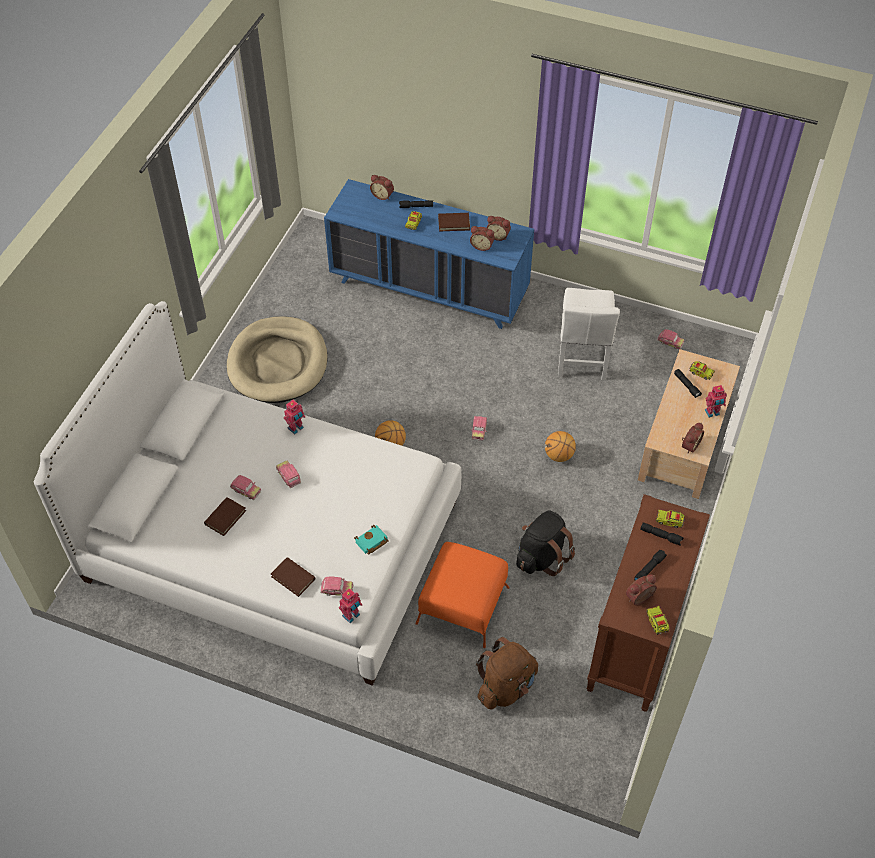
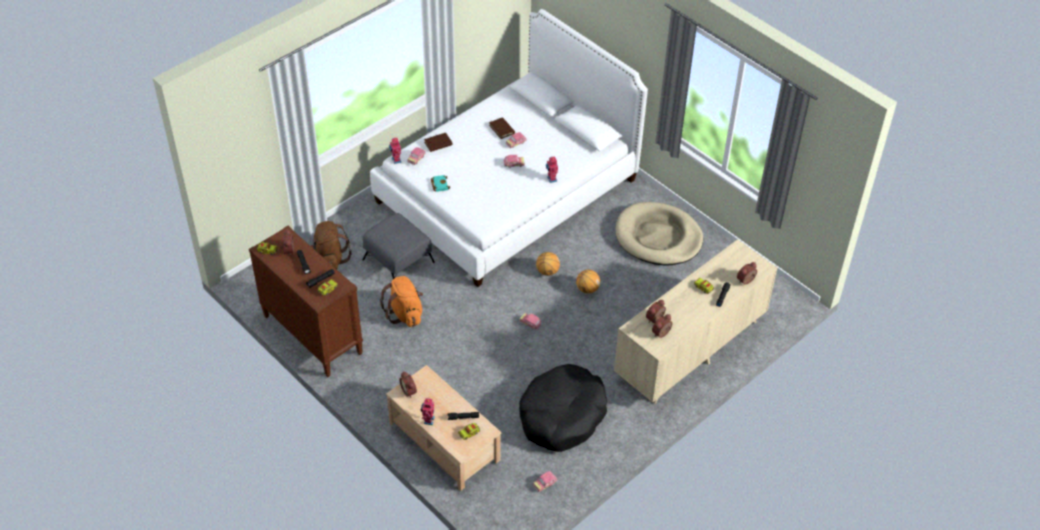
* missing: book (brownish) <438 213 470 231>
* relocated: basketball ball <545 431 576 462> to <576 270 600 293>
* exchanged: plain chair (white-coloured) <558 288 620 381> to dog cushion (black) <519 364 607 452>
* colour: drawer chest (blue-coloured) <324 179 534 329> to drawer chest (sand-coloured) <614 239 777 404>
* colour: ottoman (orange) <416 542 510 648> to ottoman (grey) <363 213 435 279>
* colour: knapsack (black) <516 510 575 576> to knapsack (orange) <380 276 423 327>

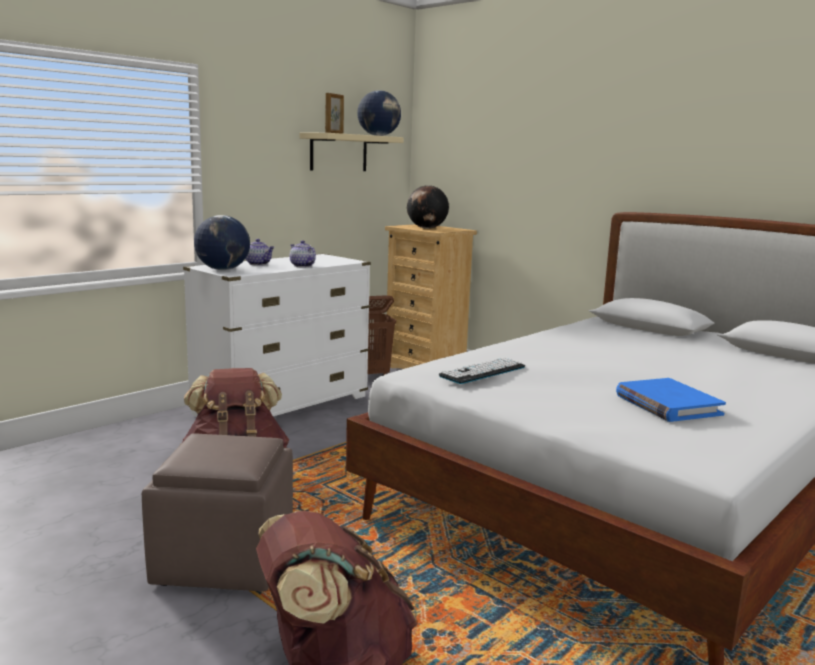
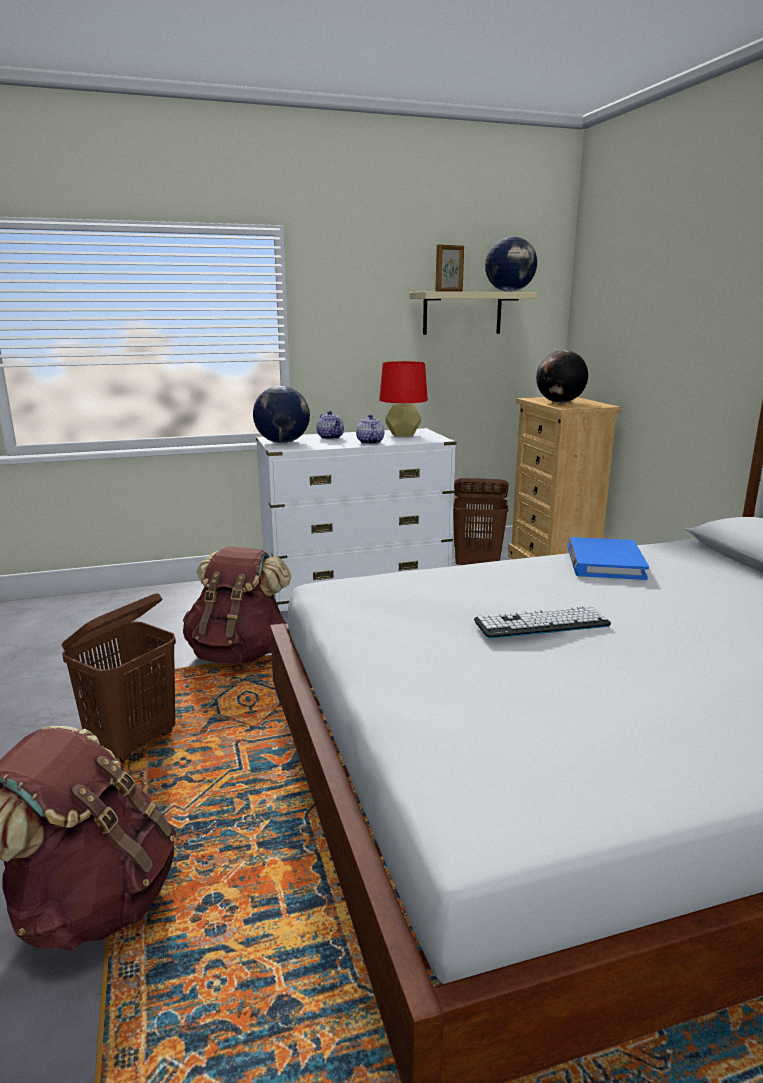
* appeared: table lamp (red-coloured) <379 361 428 437>
* relocated: keyboard <439 358 525 384> to <474 606 611 639>
* relocated: book (blue-coloured) <616 378 726 422> to <567 537 649 580>
* exchanged: ottoman (brownish) <142 433 293 592> to washing basket (brownish) <61 593 176 762>

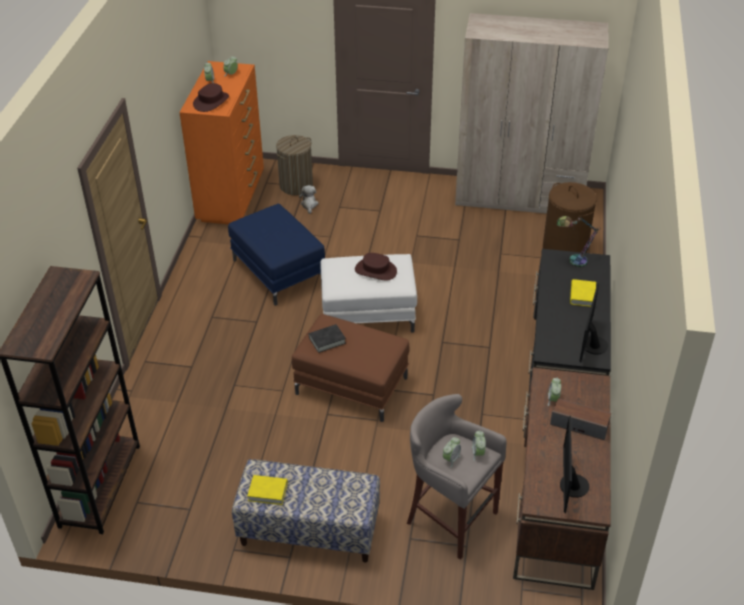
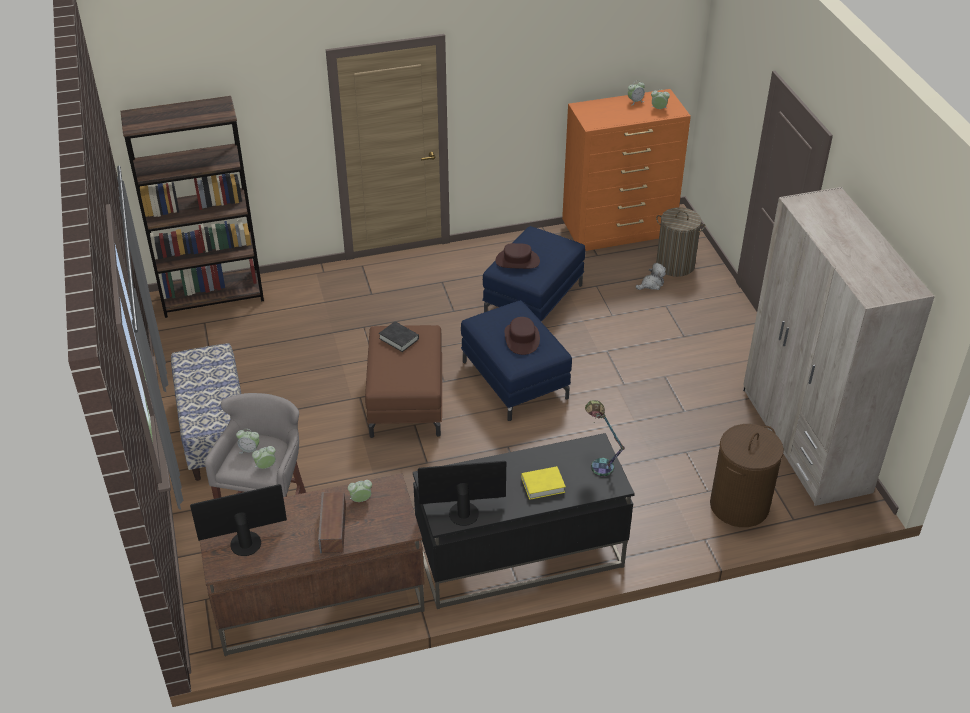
* missing: book (yellow) <247 475 288 505>
* relocated: wearable hat (brownish) <193 83 229 112> to <495 243 540 269>
* colour: ottoman (white-coloured) <320 254 417 333> to ottoman (blue-coloured) <461 300 572 421>

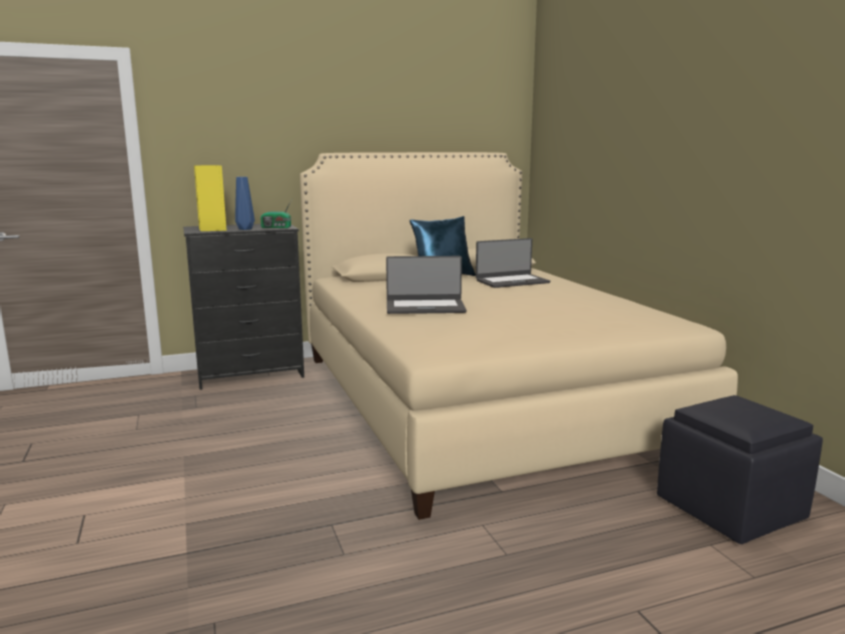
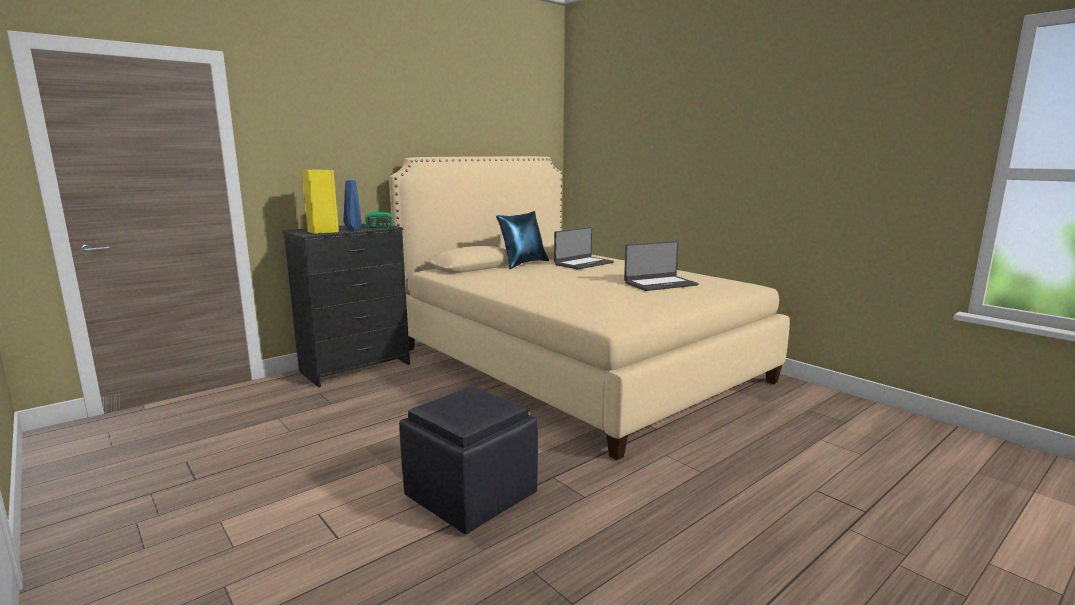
* relocated: portable computer <386 256 466 314> to <624 241 699 291>
* relocated: ottoman (black) <657 395 823 544> to <399 386 538 534>

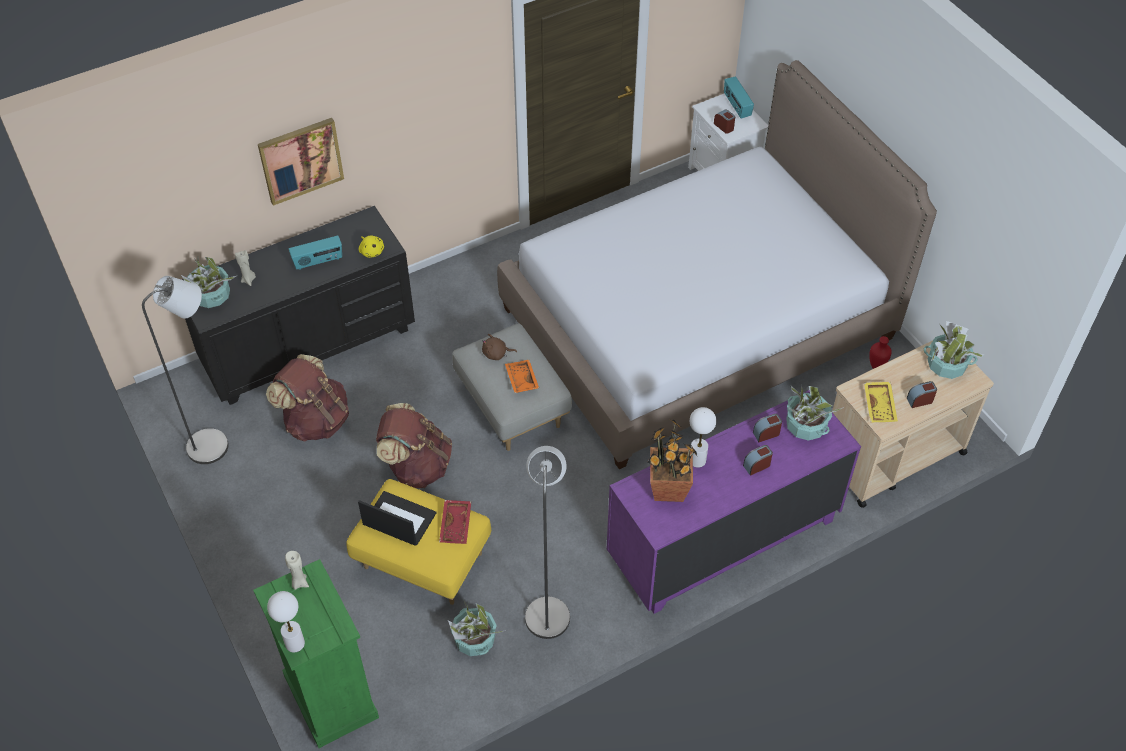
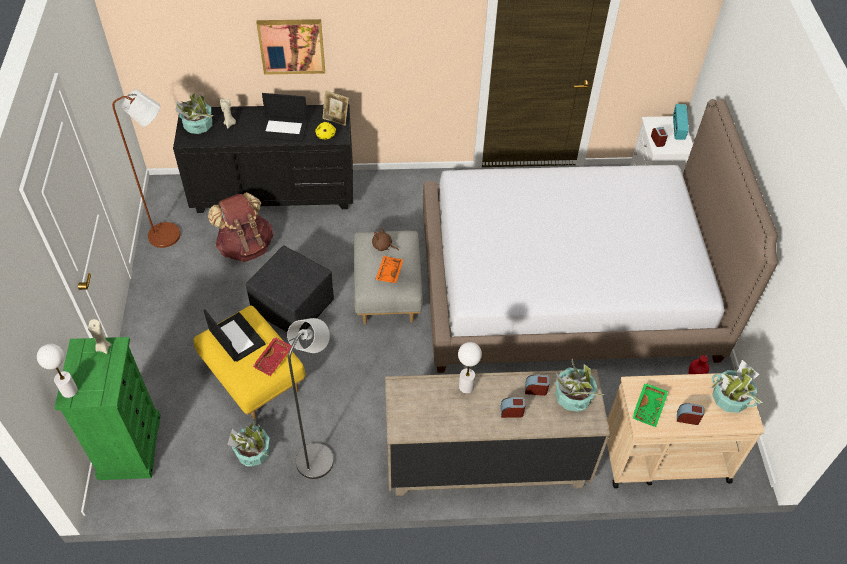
* missing: houseplant <648 420 698 502>
* appeared: photo frame <322 90 349 126>
* exchanged: radio <289 236 342 270> to portable computer <259 93 308 142>
* exchanged: knapsack (brownish) <376 403 452 488> to ottoman (black) <246 246 334 332>
* colour: standard lamp (grey) <142 276 229 464> to standard lamp (brownish) <112 89 180 248>
* colour: drawer chest (purple) <607 390 861 614> to drawer chest (sand-coloured) <385 369 610 496>
* colour: carrying tray (yellow) <864 382 898 422> to carrying tray (greenish) <632 383 668 427>

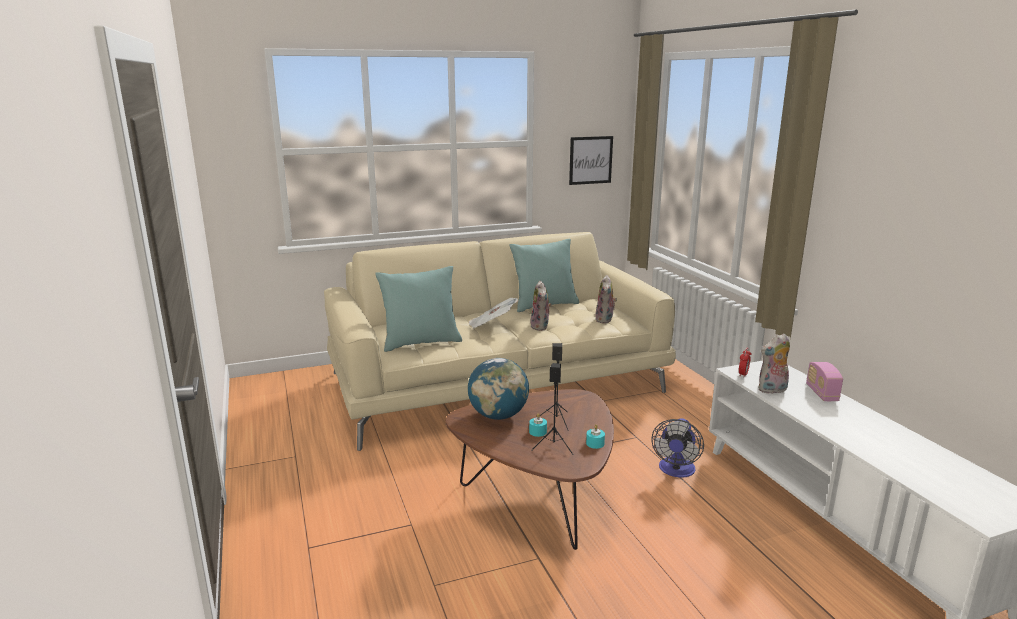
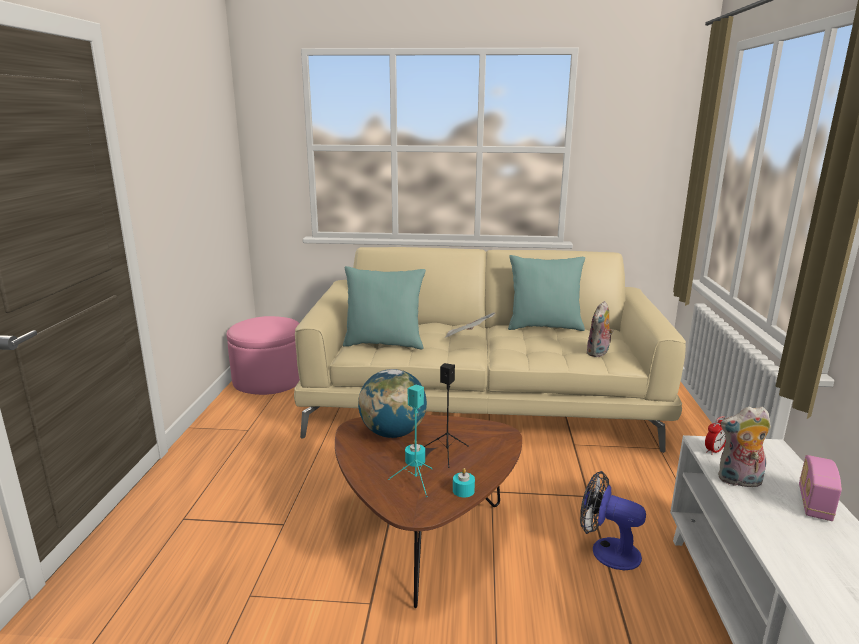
* missing: soft toy <531 281 552 331>
* missing: wall picture <569 136 613 185>
* appeared: ottoman (pinkish) <227 316 300 395>
* colour: loudspeaker (black) <531 363 574 455> to loudspeaker (turquoise) <388 385 433 497>
* spun: cooling fan <651 419 704 478> = <580 471 646 570> 75 degrees clockwise

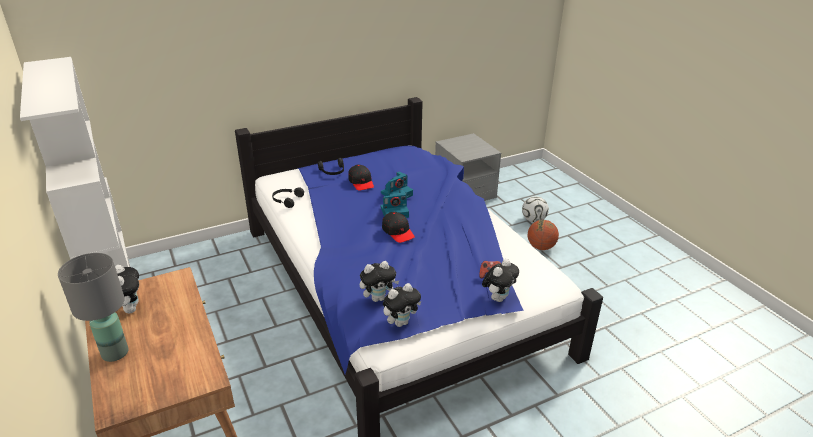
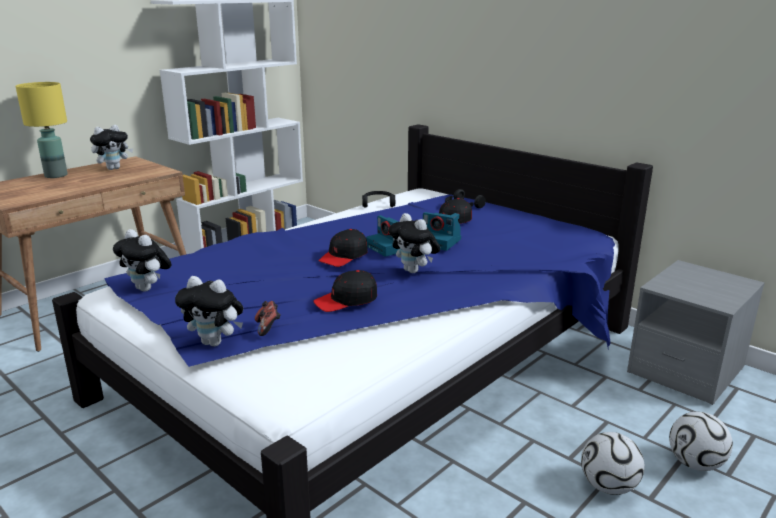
* appeared: peaked cap (black) <314 270 377 312>
* relocated: soft toy <360 261 399 302> to <388 213 440 273>
* exchanged: basketball ball <528 220 559 250> to ball for football <581 432 644 495>
* colour: table lamp (grey) <58 253 128 362> to table lamp (yellow) <16 82 68 178>

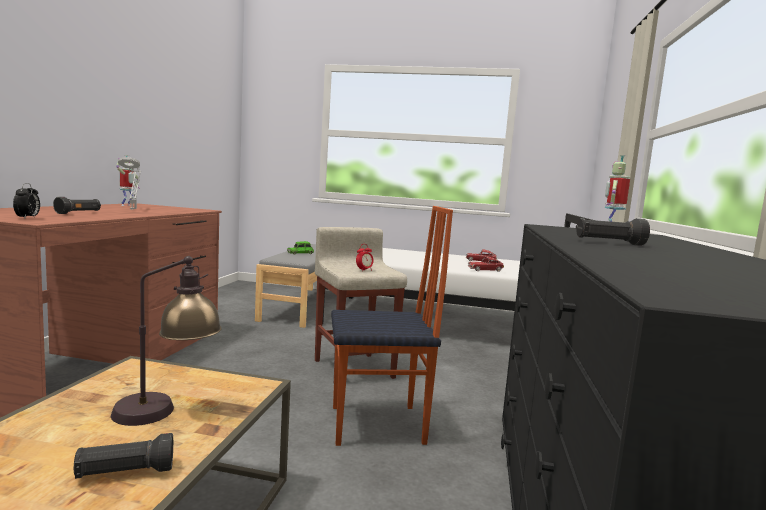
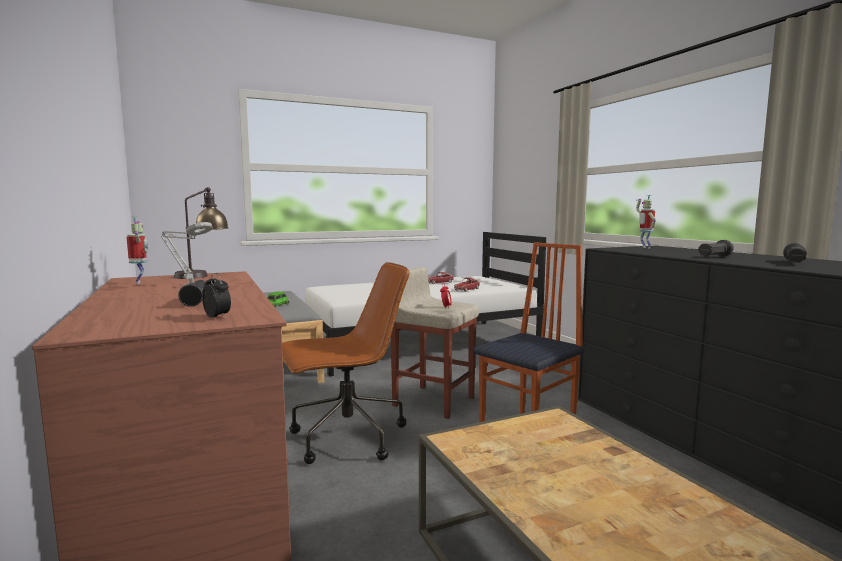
* appeared: computer chair (brownish) <282 262 410 464>
* relocated: flashlight (black) <74 433 173 479> to <783 243 807 262>
* relocated: table lamp <111 256 222 426> to <174 187 229 279>

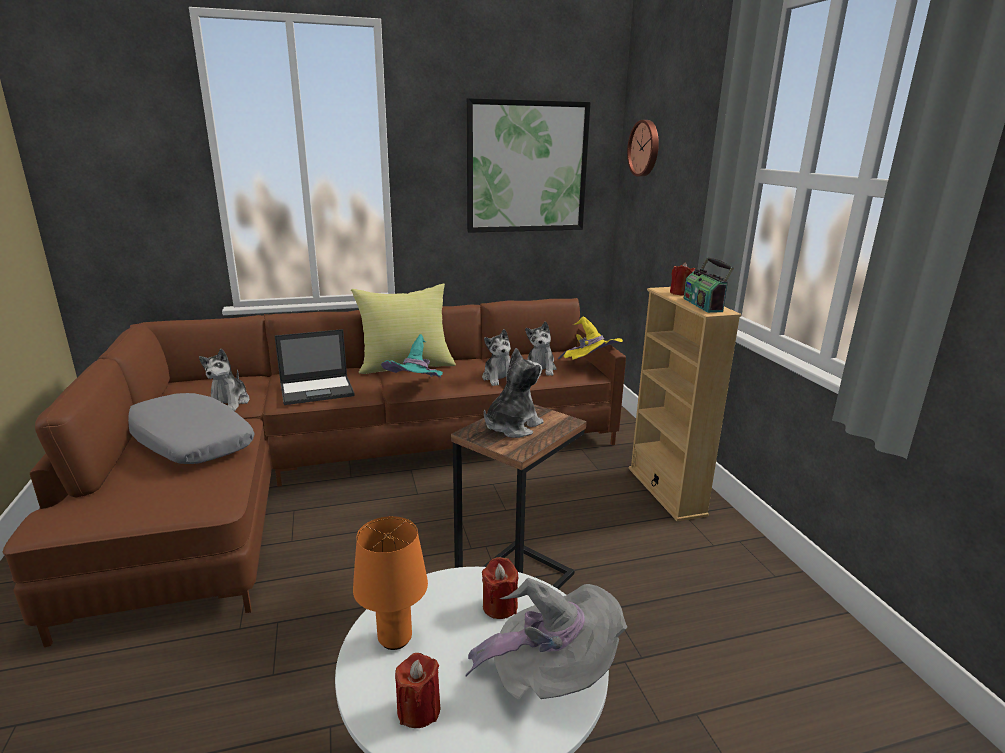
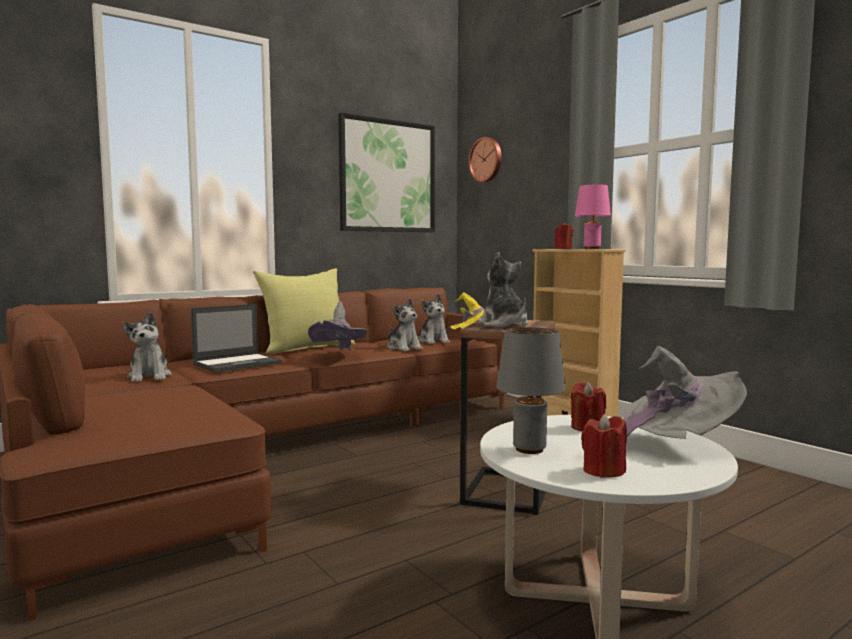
* missing: cushion (grey) <128 393 254 464>
* exchanged: radio <684 257 734 313> to table lamp (pinkish) <575 184 611 249>
* colour: table lamp (orange) <353 516 428 650> to table lamp (grey) <497 328 565 454>
* colour: wearable hat (turquoise) <381 334 443 378> to wearable hat (grey) <308 301 367 351>
* spun: soft toy <484 348 544 438> = <478 252 528 327> 45 degrees counterclockwise

